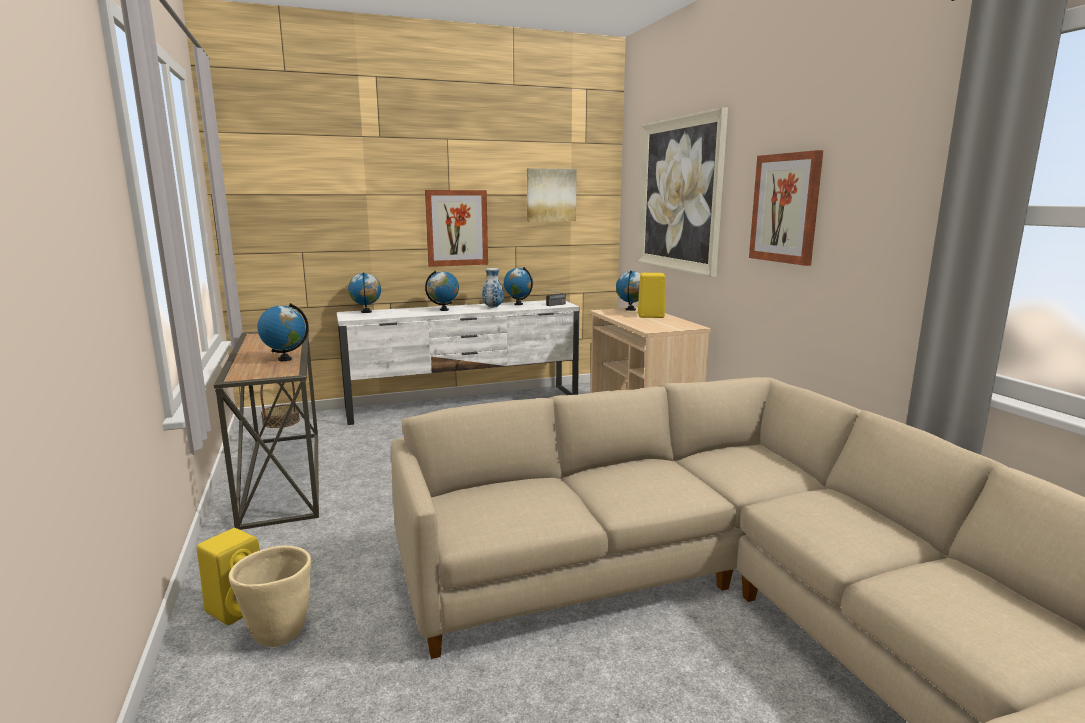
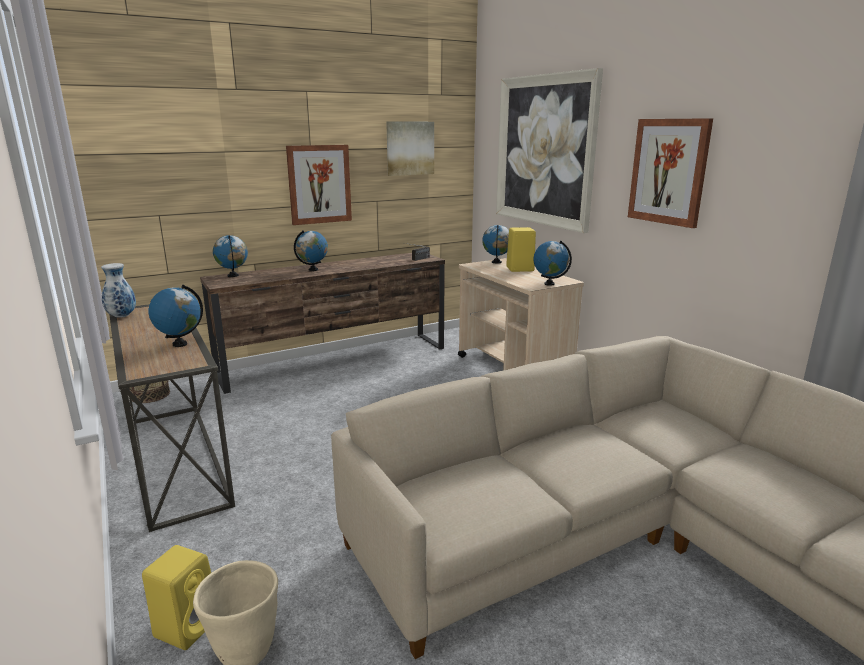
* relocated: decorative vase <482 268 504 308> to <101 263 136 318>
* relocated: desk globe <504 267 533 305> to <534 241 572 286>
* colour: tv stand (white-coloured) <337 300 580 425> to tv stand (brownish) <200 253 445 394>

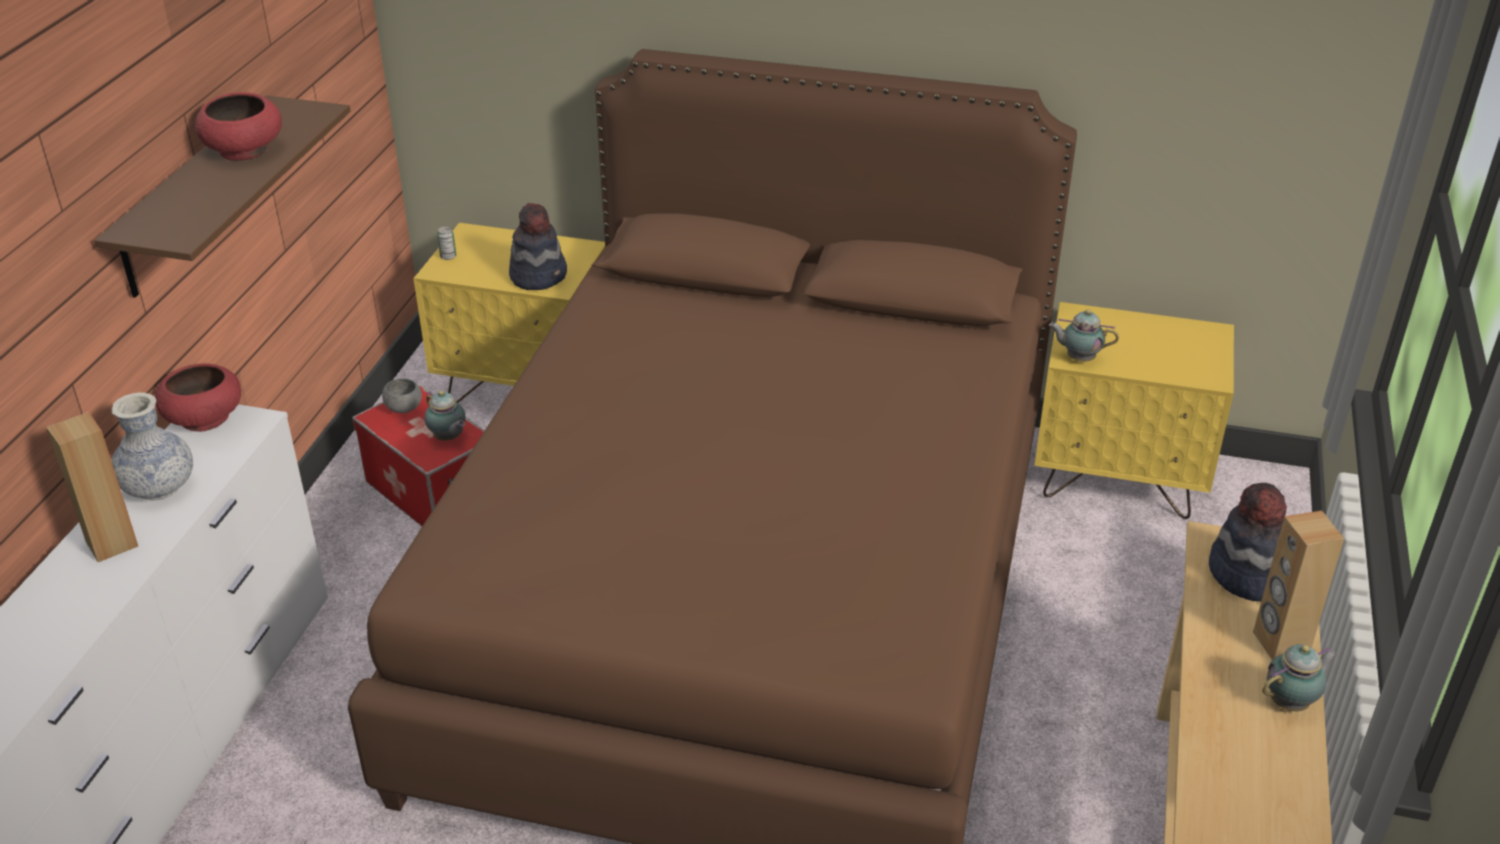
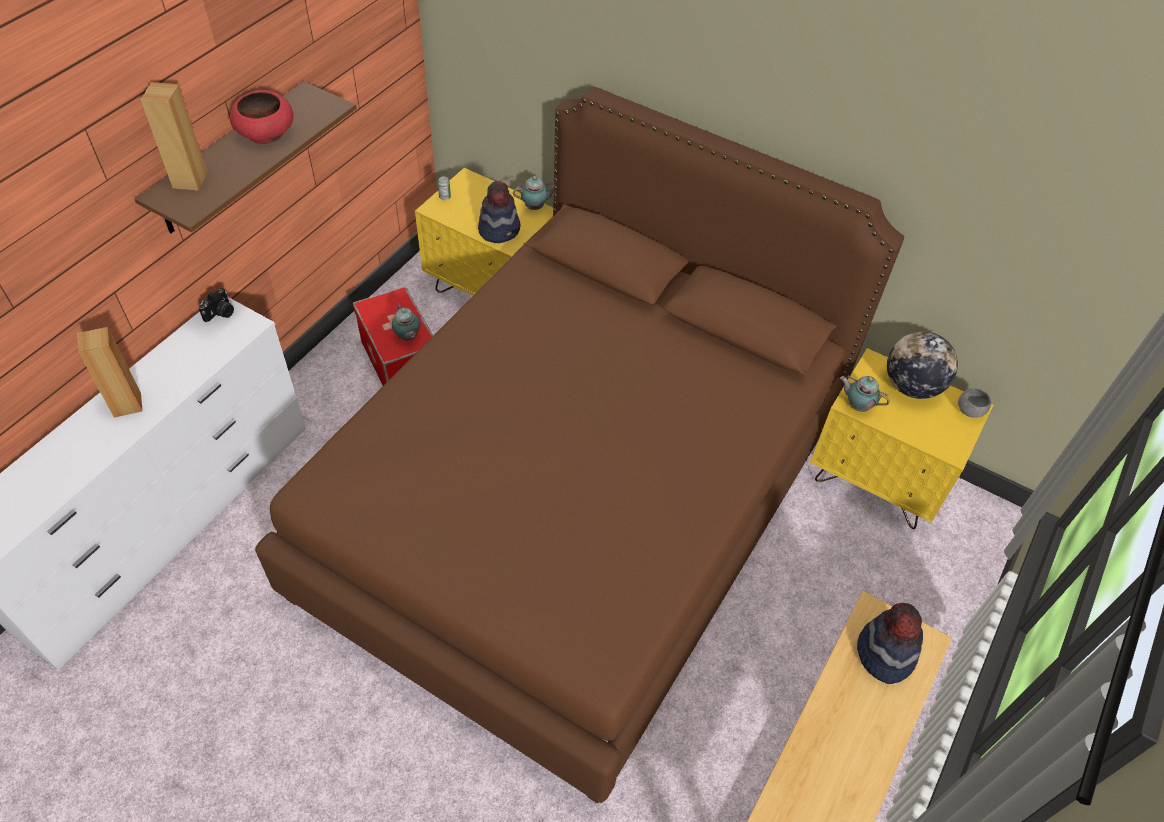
* missing: decorative vase <111 392 193 500>
* appeared: desk globe <887 331 958 399>
* relocated: serving bowl (grey) <382 378 422 413> to <958 388 991 418>
* relocated: loudspeaker (brownish) <1253 511 1344 661> to <141 82 207 191>
* relocated: tea pot <1262 644 1337 711> to <513 176 554 210>
* exchanged: serving bowl (red-coloured) <155 363 241 432> to photo camera <199 288 234 322>

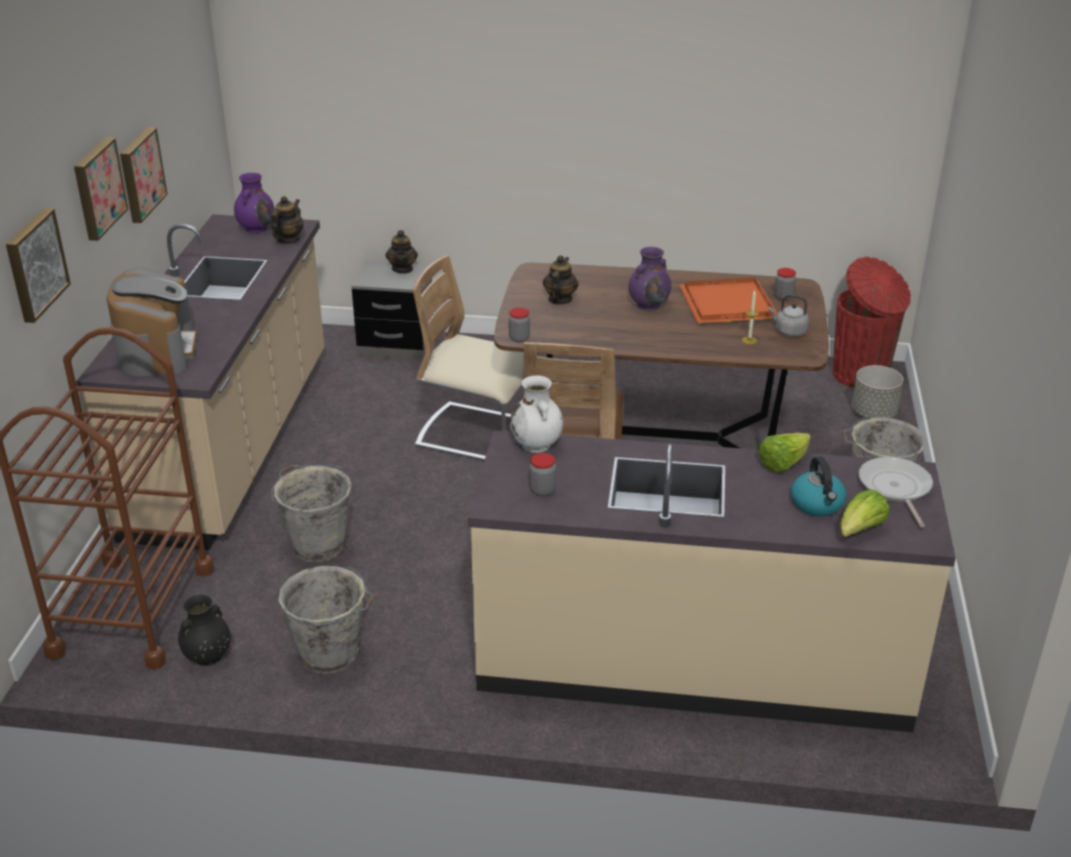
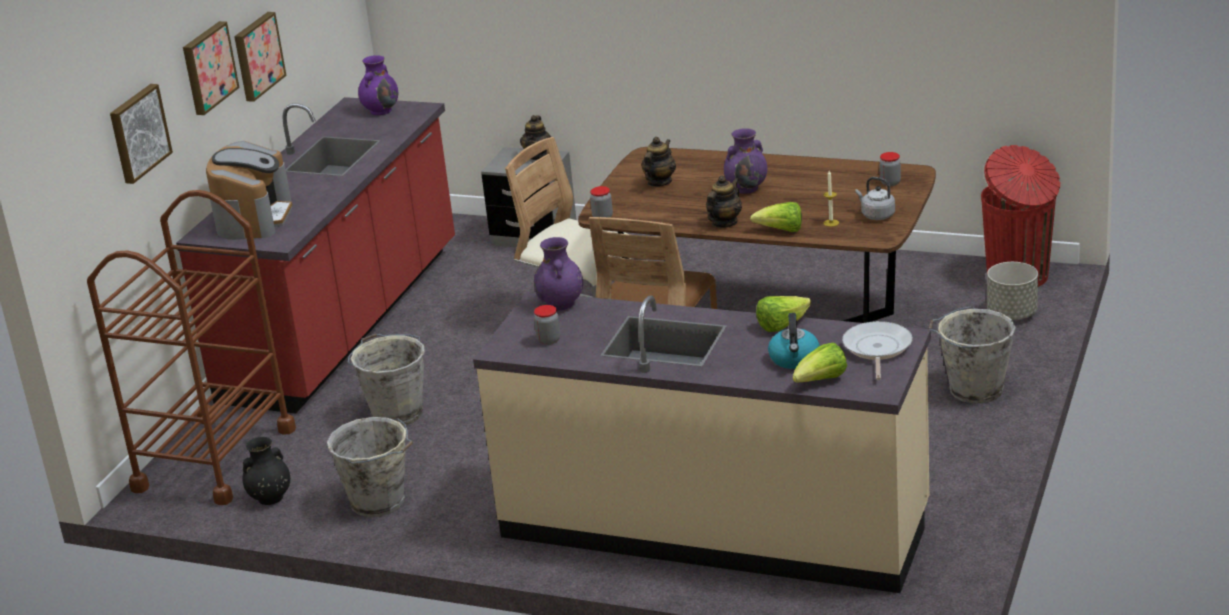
* missing: carrying tray (orange) <679 277 777 323>
* appeared: head of lettuce <750 202 802 232>
* relocated: tea pot <271 196 303 244> to <706 176 742 228>
* colour: counter (sand-coloured) <76 214 324 550> to counter (red-coloured) <176 97 455 414>
* colour: decorative vase (white-coloured) <510 375 563 453> to decorative vase (purple) <534 237 583 310>

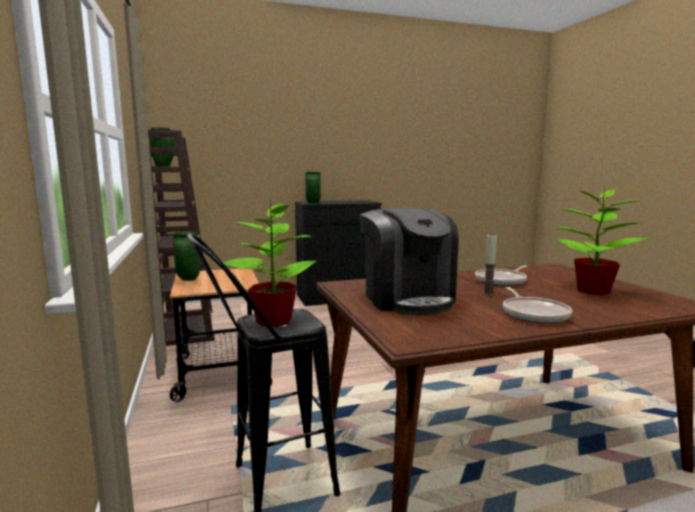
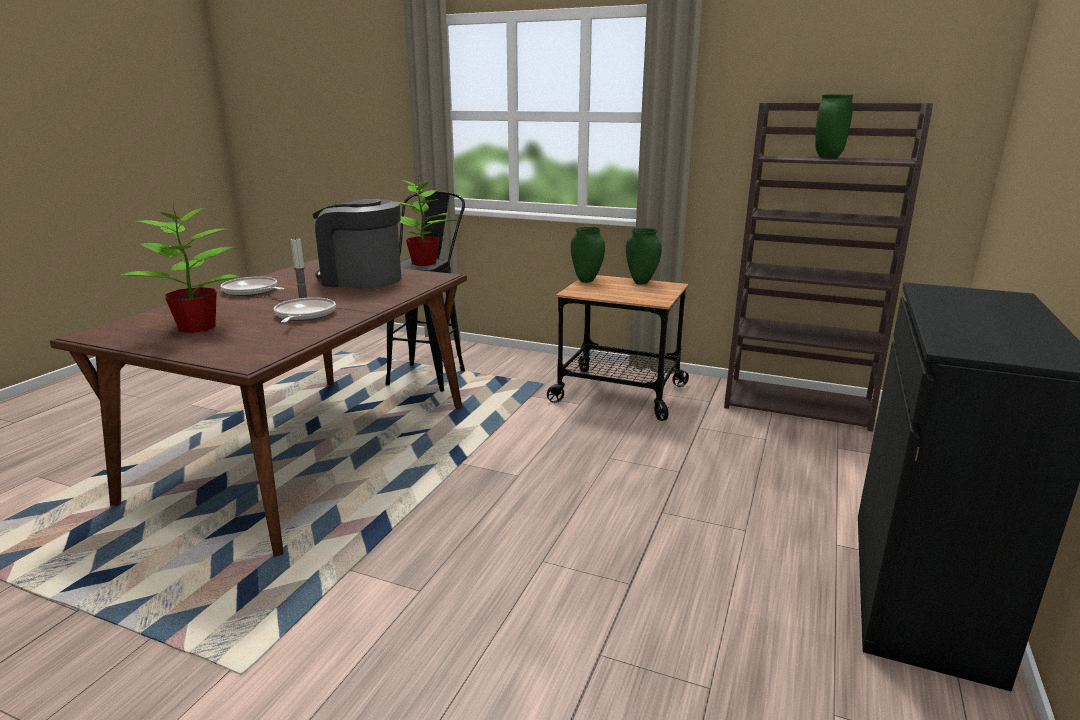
* relocated: decorative vase (greenish) <305 172 321 203> to <571 227 605 283>

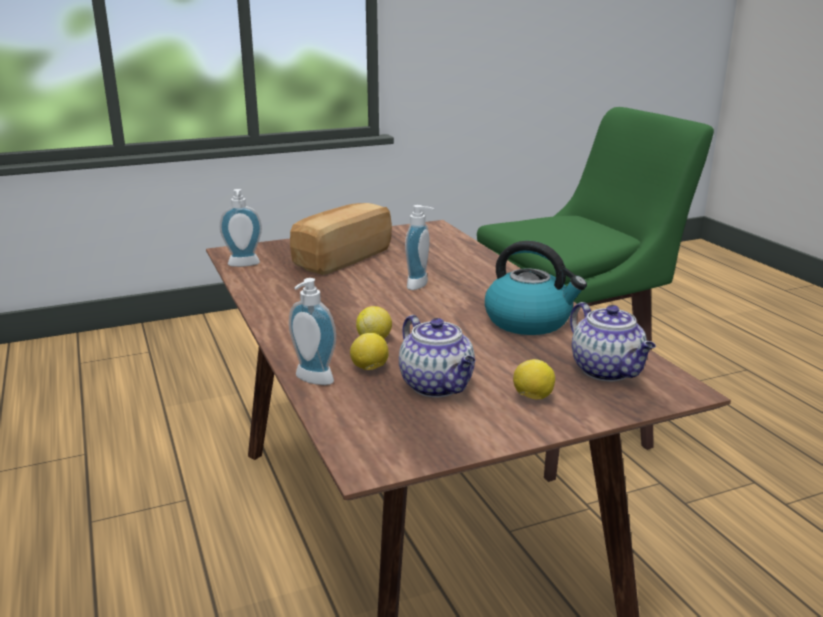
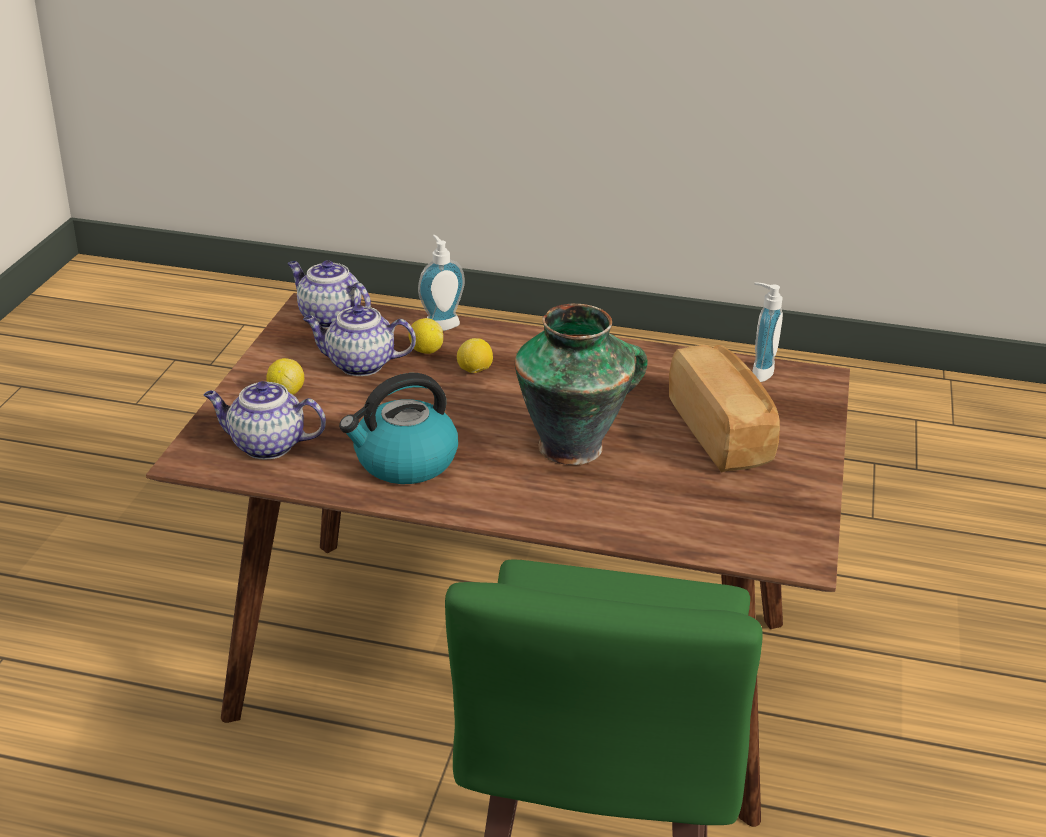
* appeared: tea pot <288 260 371 329>
* exchanged: soap dispenser <405 205 434 290> to decorative vase <515 304 647 465>

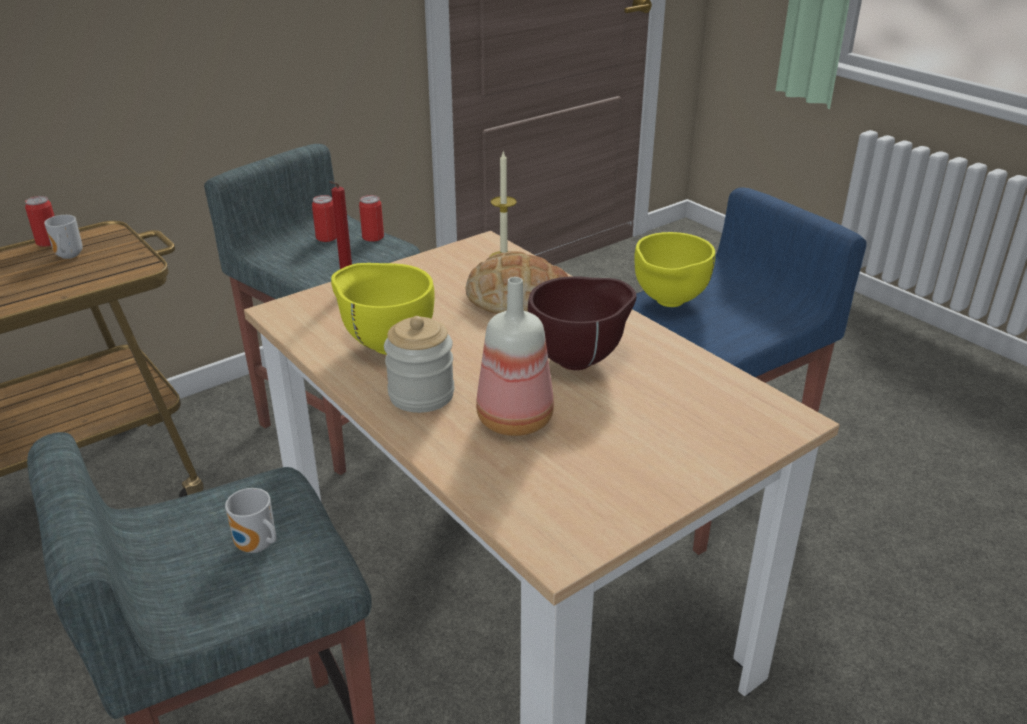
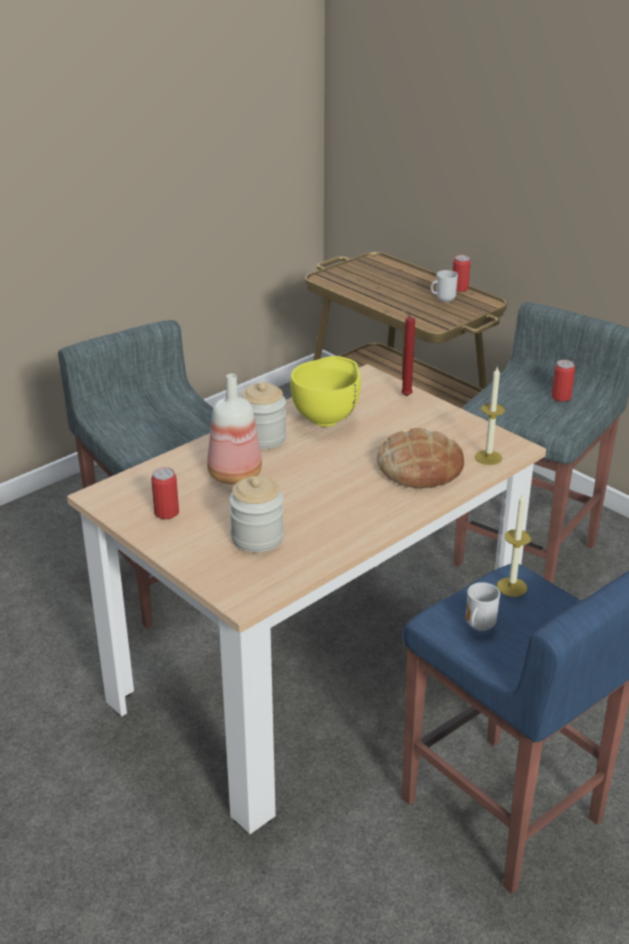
* missing: serving bowl (brownish) <528 276 637 370>
* appeared: jar <229 476 284 553>
* relocated: mug <225 488 276 553> to <466 582 500 631>
* relocated: can <359 195 384 242> to <151 467 179 519>
* exchanged: serving bowl (yellow) <634 232 715 307> to wax light <497 494 531 597>

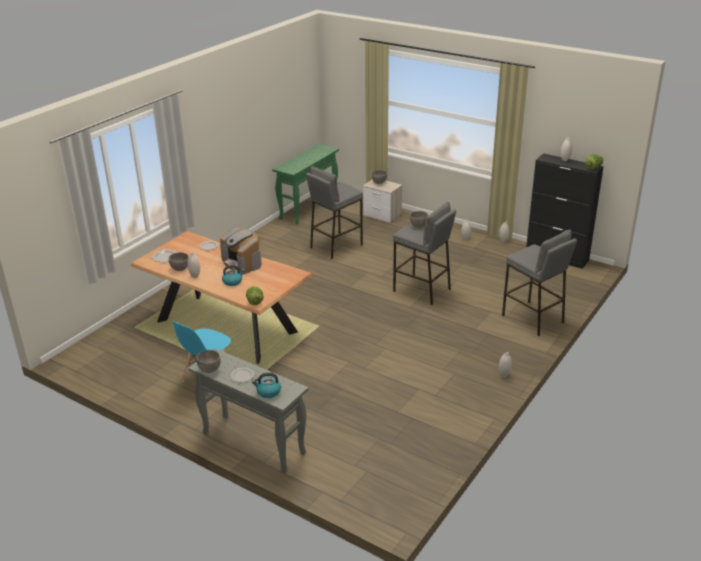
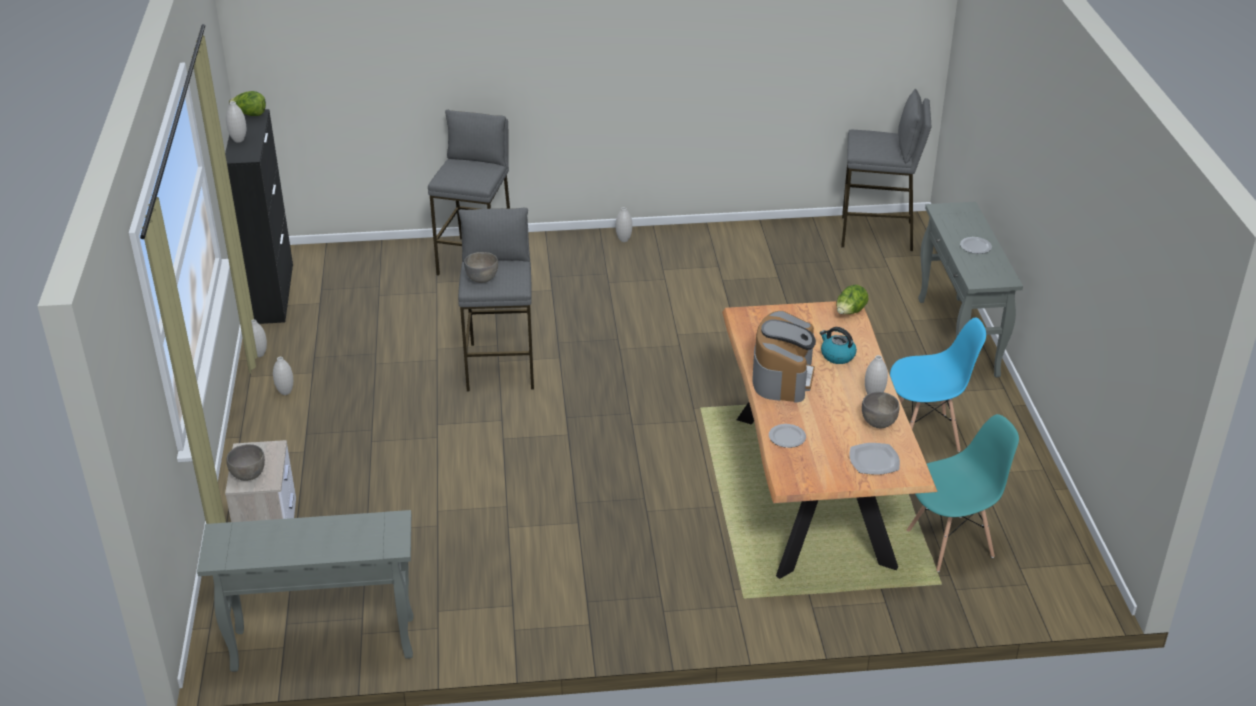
* missing: serving bowl (grey) <196 350 221 373>
* missing: water kettle <252 373 281 398>
* appeared: plain chair (turquoise) <907 414 1019 572>
* relocated: sitting stool (grey) <306 166 363 259> to <841 89 932 251>
* colour: narrow table (greenish) <272 144 339 224> to narrow table (grey) <197 510 413 672>

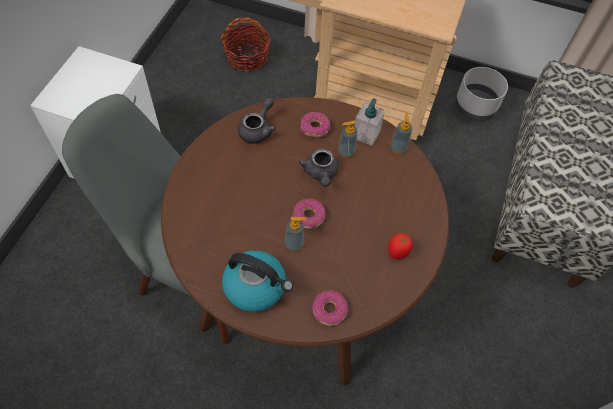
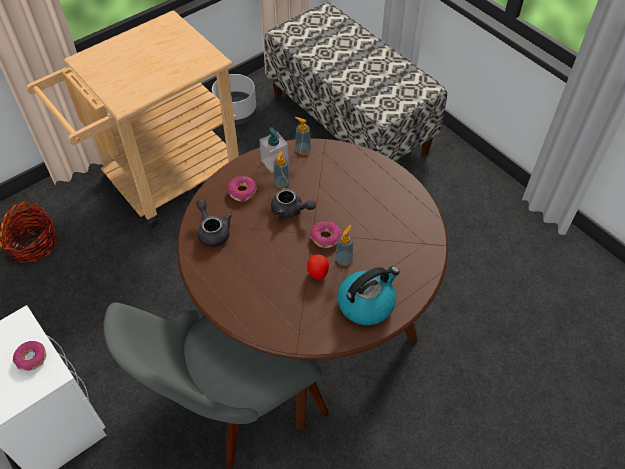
* relocated: ring doughnut <311 290 348 326> to <13 341 46 371>
* relocated: fresh tomato <388 233 413 259> to <307 254 329 280>

